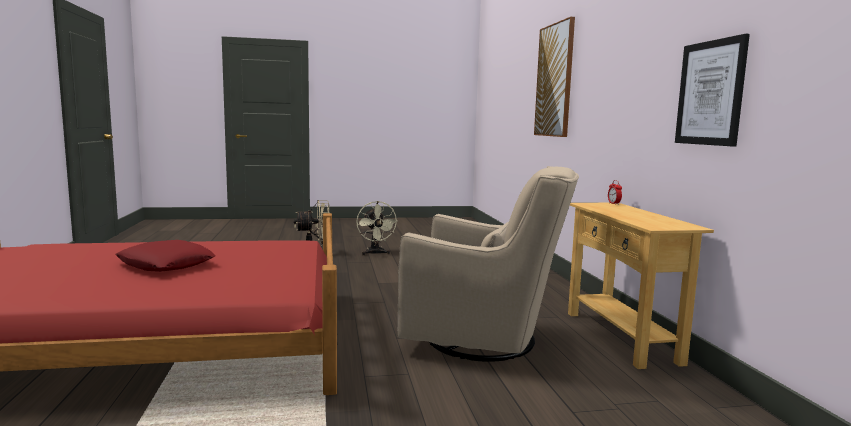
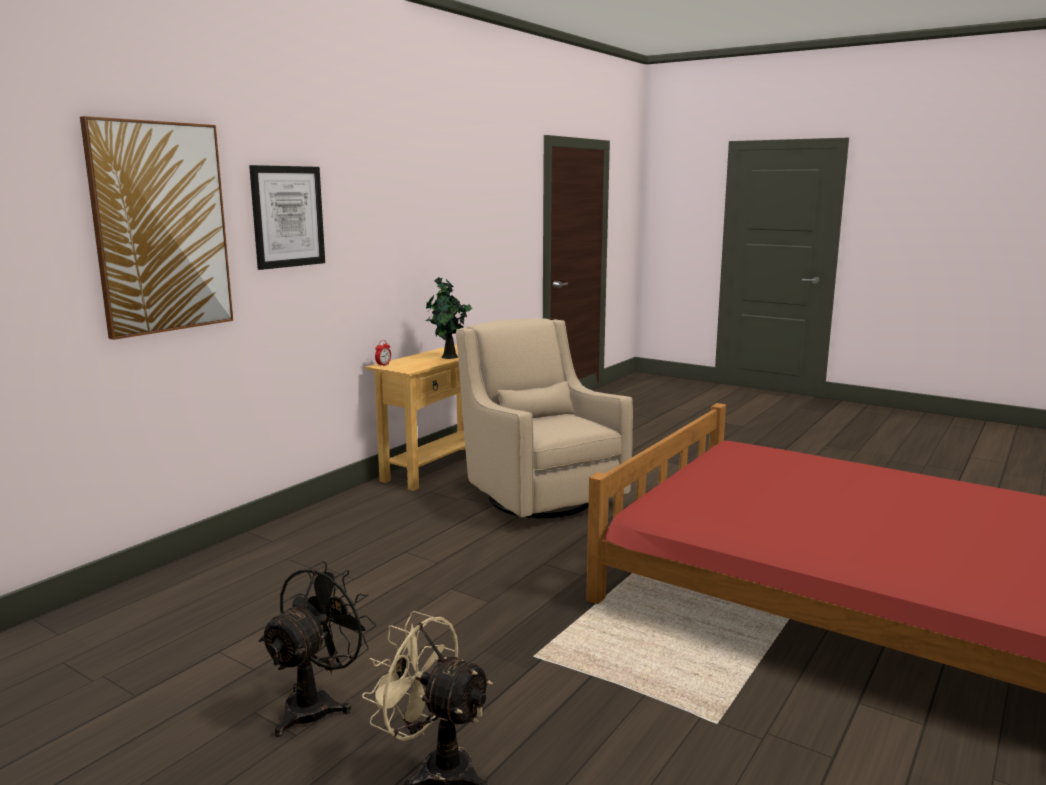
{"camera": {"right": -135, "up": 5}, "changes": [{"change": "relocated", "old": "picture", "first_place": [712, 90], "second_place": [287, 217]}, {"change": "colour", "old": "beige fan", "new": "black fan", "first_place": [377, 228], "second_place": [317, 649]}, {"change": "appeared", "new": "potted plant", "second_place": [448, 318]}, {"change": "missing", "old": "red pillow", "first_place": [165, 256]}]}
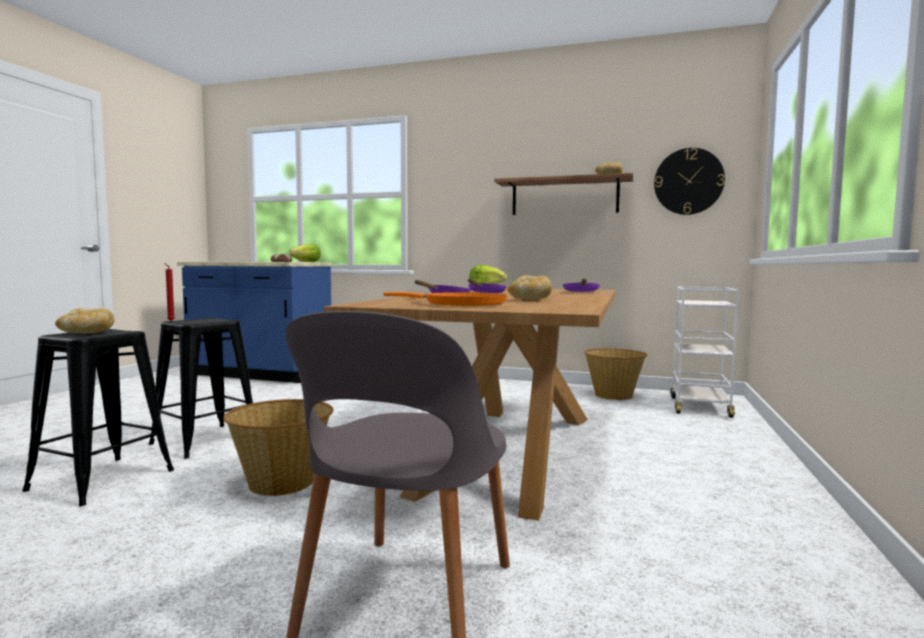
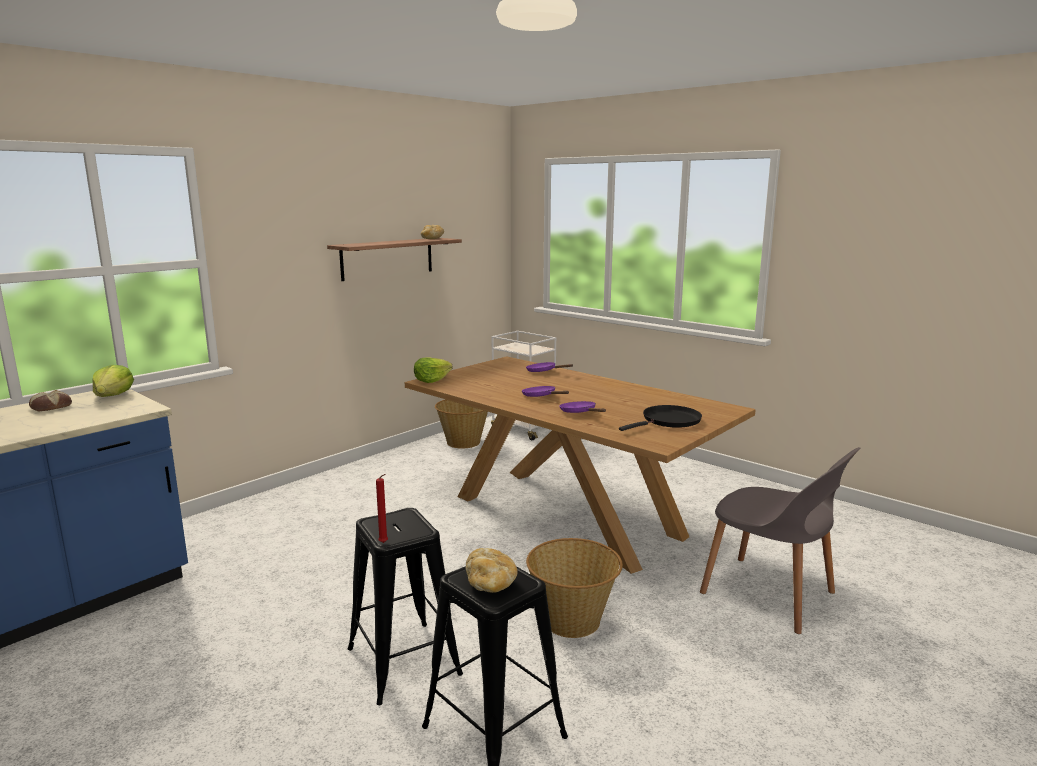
{"camera": {"right": -65, "up": 10}, "changes": [{"change": "colour", "old": "orange frying pan", "new": "black frying pan", "first_place": [445, 299], "second_place": [660, 418]}, {"change": "missing", "old": "bread", "first_place": [529, 287]}, {"change": "missing", "old": "wall clock", "first_place": [689, 181]}]}
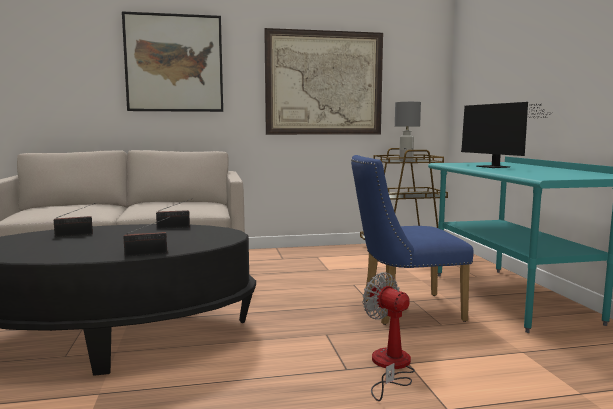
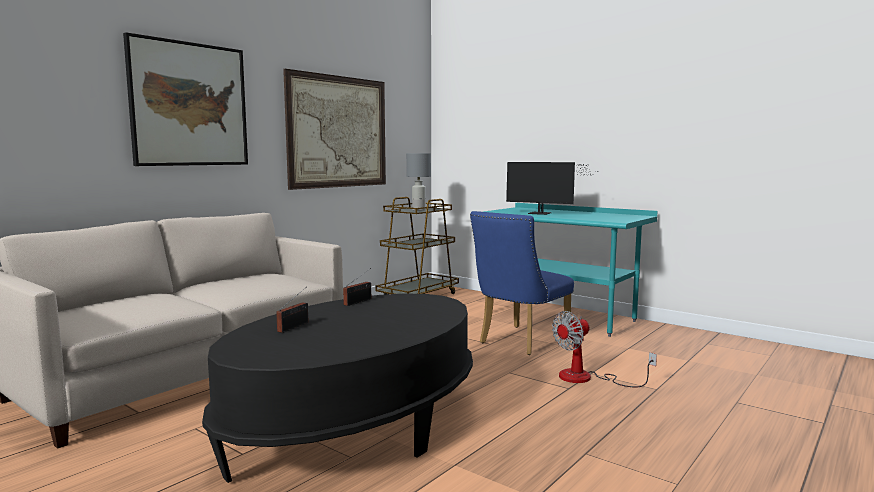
{"camera": {"right": -40, "up": 0}, "changes": [{"change": "spun", "old": "fan", "first_place": [389, 336], "second_place": [604, 349], "degrees": -45}, {"change": "missing", "old": "radio", "first_place": [147, 237]}]}
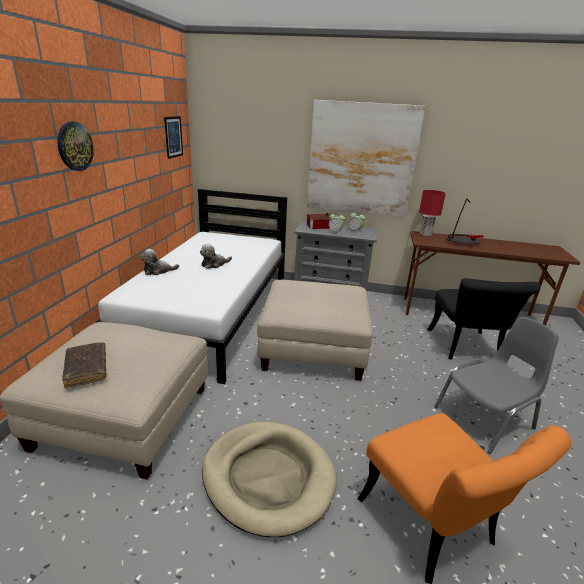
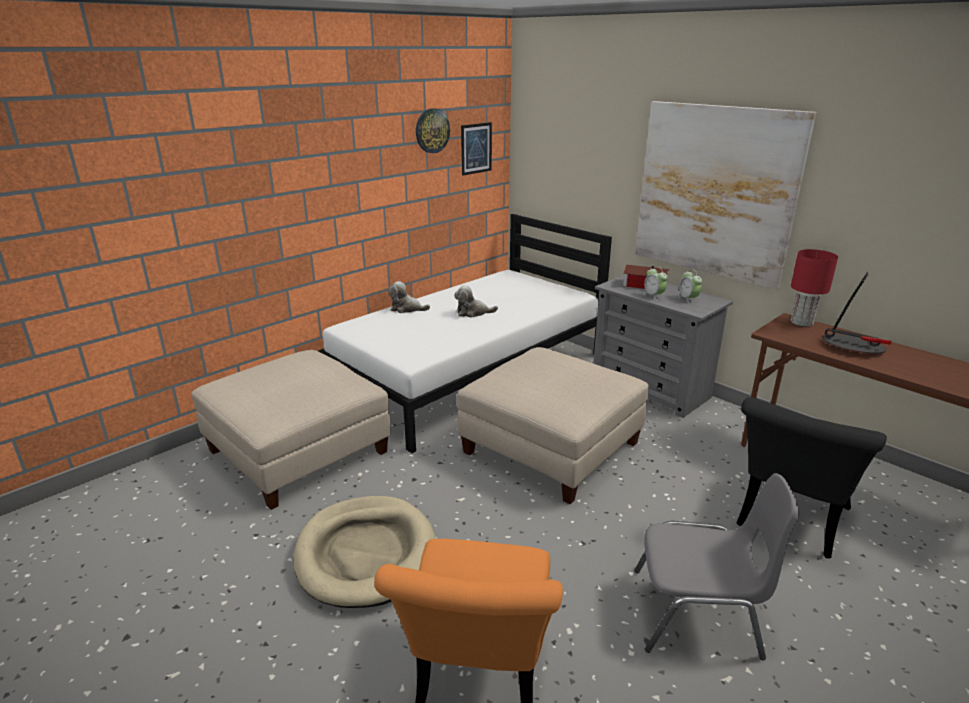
{"camera": {"right": 35, "up": 0}, "changes": [{"change": "relocated", "old": "wall clock", "first_place": [75, 146], "second_place": [433, 130]}, {"change": "missing", "old": "brown book", "first_place": [84, 365]}]}
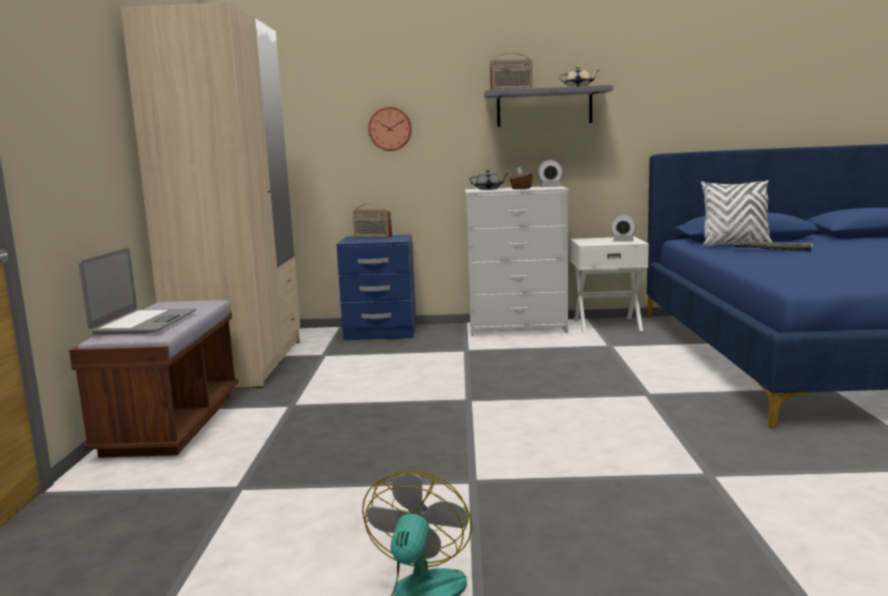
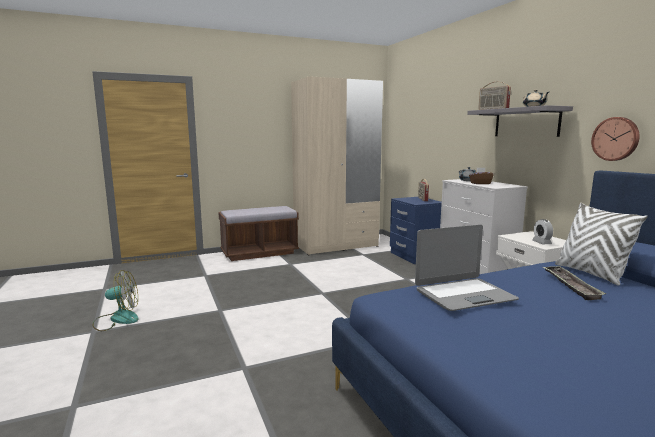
{"camera": {"right": 65, "up": 0}, "changes": [{"change": "relocated", "old": "laptop", "first_place": [137, 291], "second_place": [467, 268]}, {"change": "relocated", "old": "wall clock", "first_place": [390, 129], "second_place": [615, 139]}, {"change": "missing", "old": "alarm clock", "first_place": [550, 173]}]}
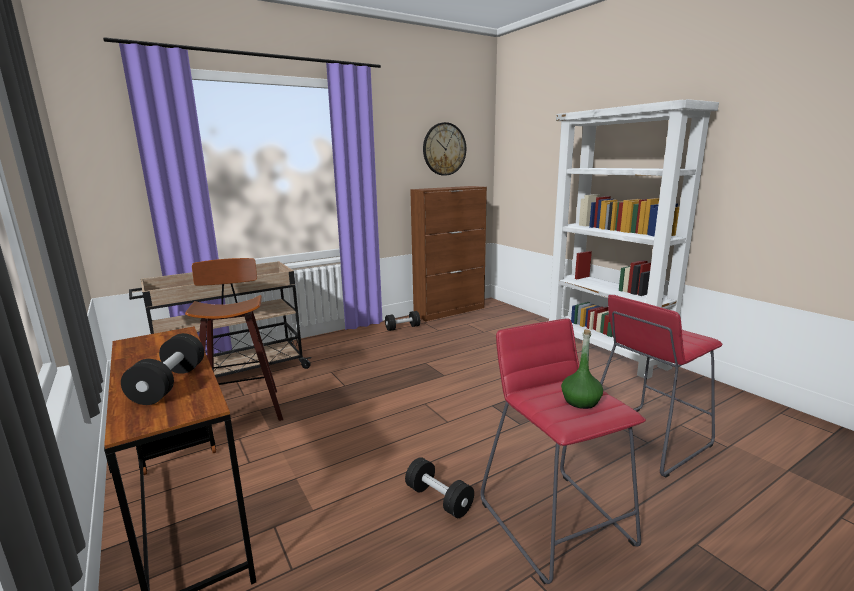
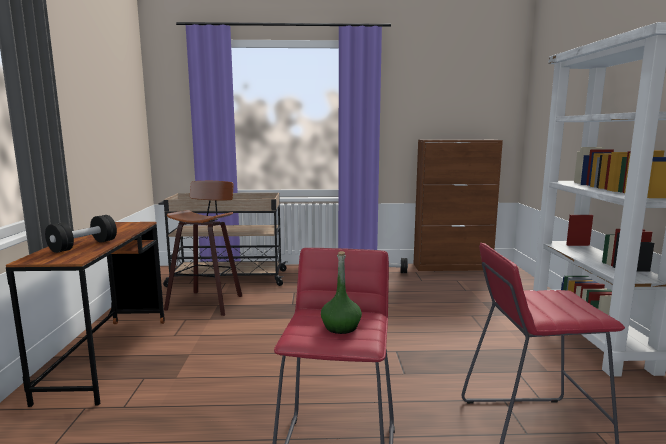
{"camera": {"right": 30, "up": -5}, "changes": [{"change": "missing", "old": "black dumbbell", "first_place": [439, 487]}, {"change": "missing", "old": "wall clock", "first_place": [444, 149]}]}
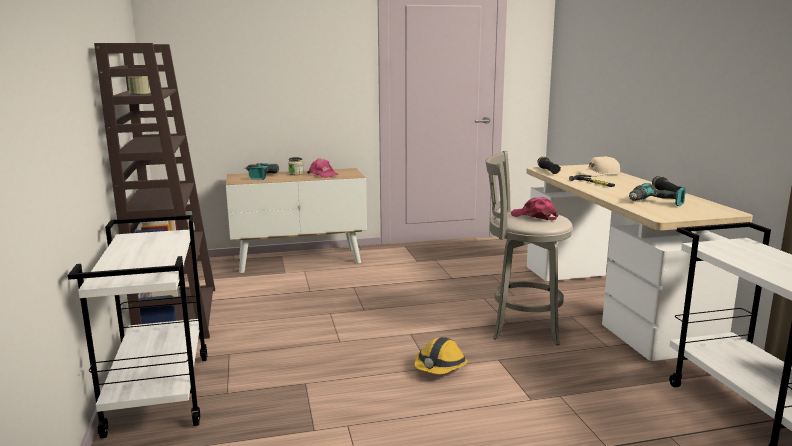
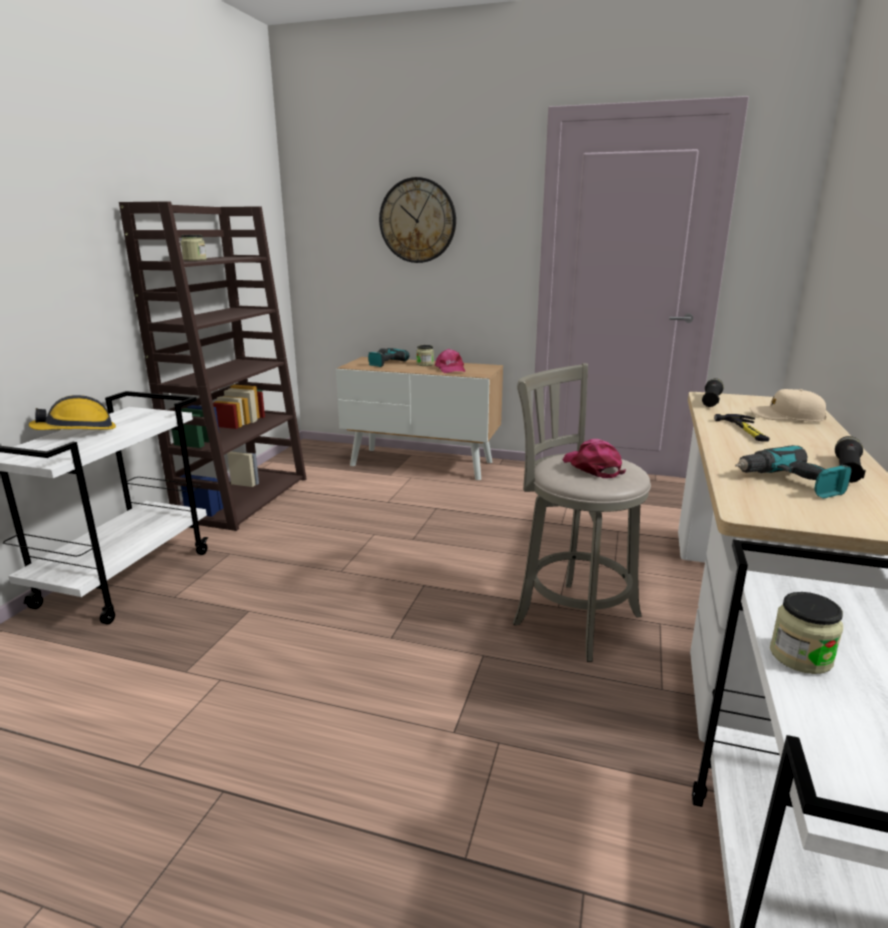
{"camera": {"right": 30, "up": 5}, "changes": [{"change": "relocated", "old": "hard hat", "first_place": [441, 355], "second_place": [72, 412]}, {"change": "appeared", "new": "wall clock", "second_place": [417, 220]}, {"change": "appeared", "new": "jar", "second_place": [806, 633]}]}
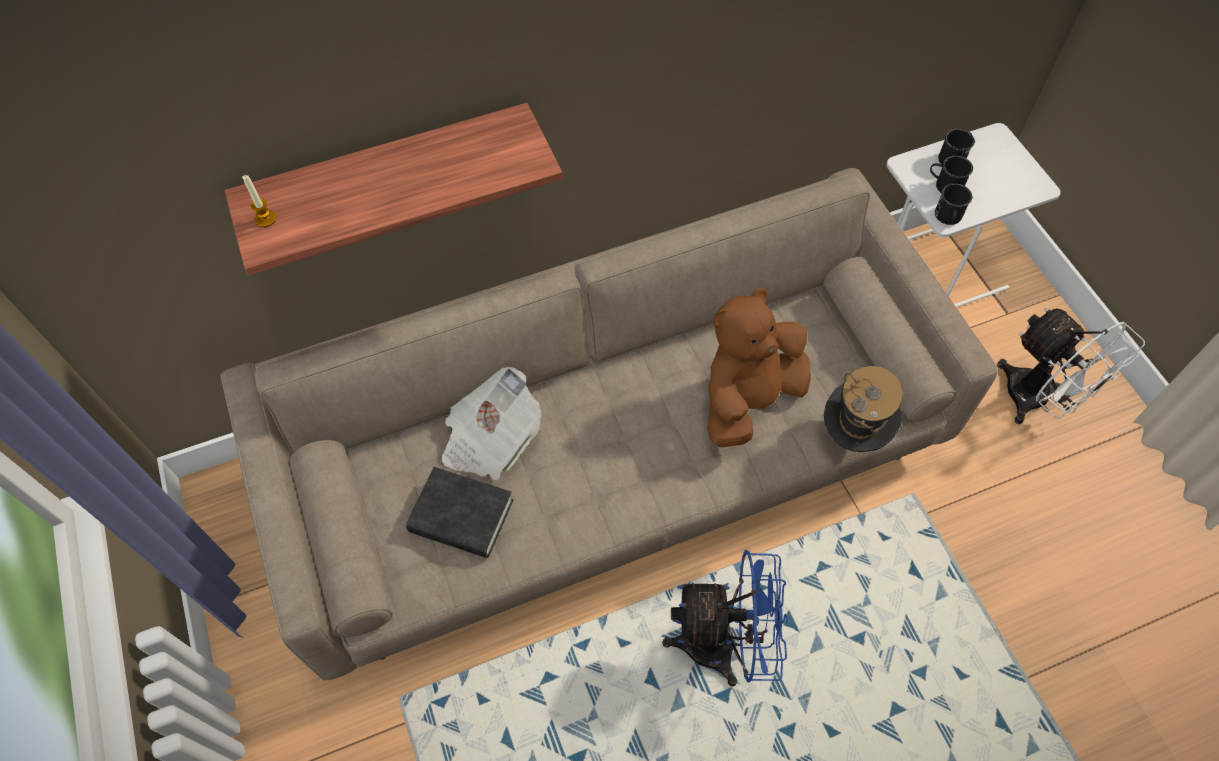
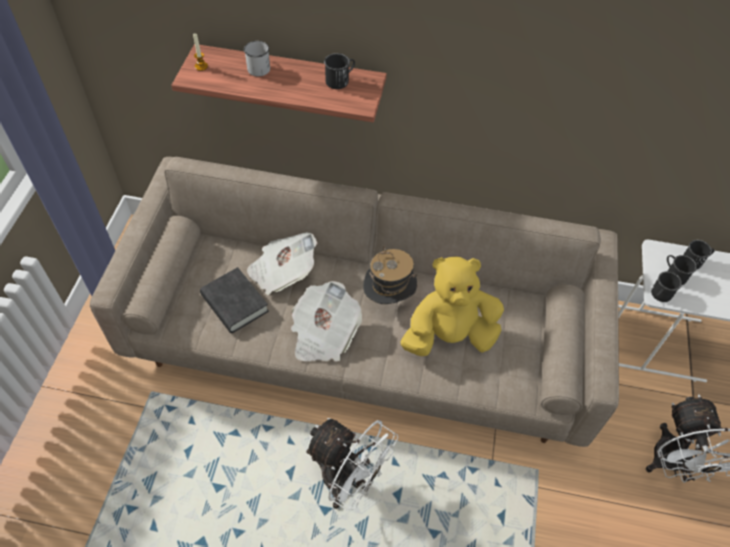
{"camera": {"right": 30, "up": -5}, "changes": [{"change": "appeared", "new": "white mug", "second_place": [257, 58]}, {"change": "appeared", "new": "newspaper", "second_place": [326, 321]}, {"change": "colour", "old": "blue fan", "new": "white fan", "first_place": [725, 618], "second_place": [351, 464]}, {"change": "appeared", "new": "black mug", "second_place": [339, 71]}, {"change": "relocated", "old": "hat", "first_place": [863, 409], "second_place": [390, 275]}, {"change": "colour", "old": "brown plush toy", "new": "yellow plush toy", "first_place": [759, 368], "second_place": [452, 306]}]}
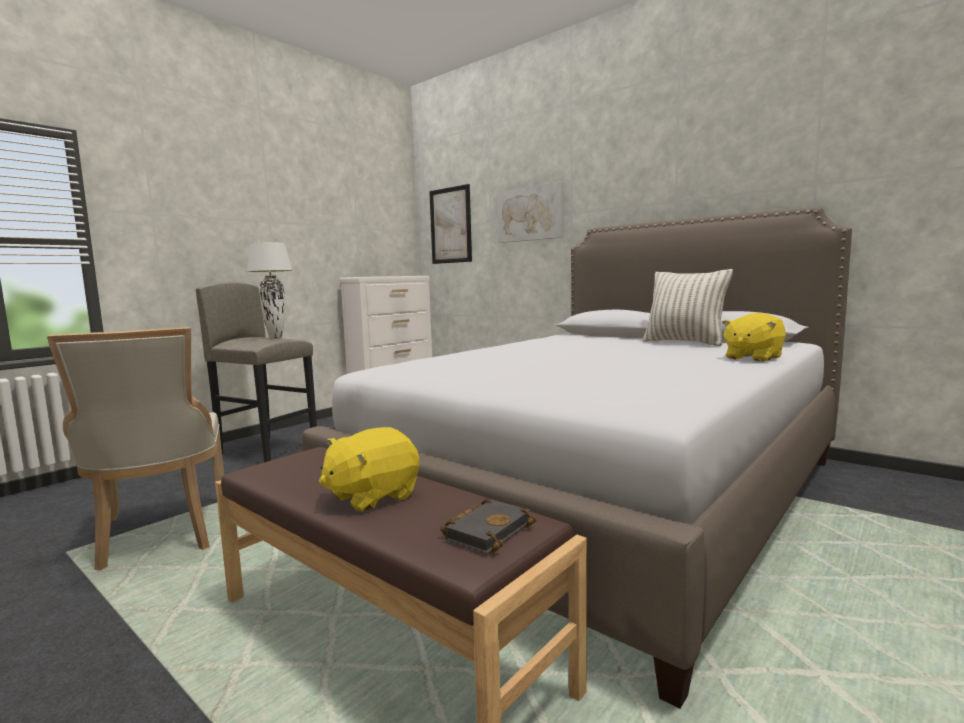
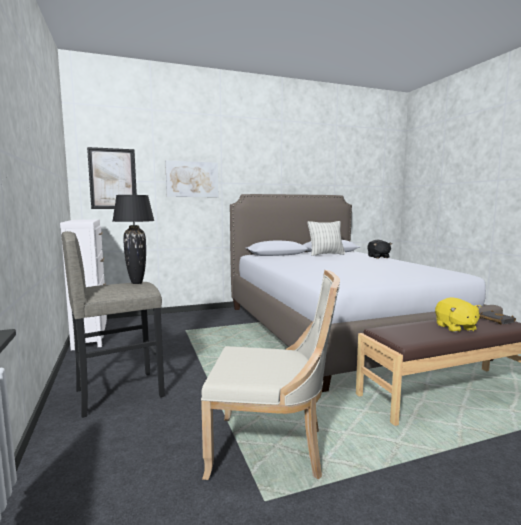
{"camera": {"right": -60, "up": 0}, "changes": [{"change": "colour", "old": "white table lamp", "new": "black table lamp", "first_place": [270, 290], "second_place": [134, 239]}, {"change": "colour", "old": "yellow plush toy", "new": "black plush toy", "first_place": [754, 337], "second_place": [379, 249]}]}
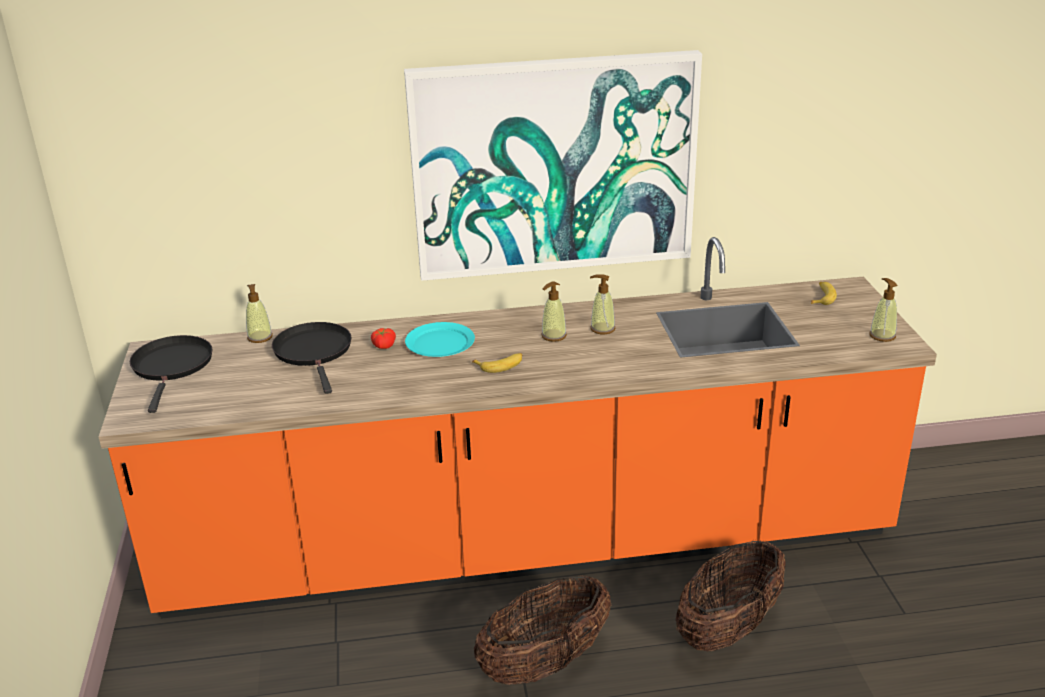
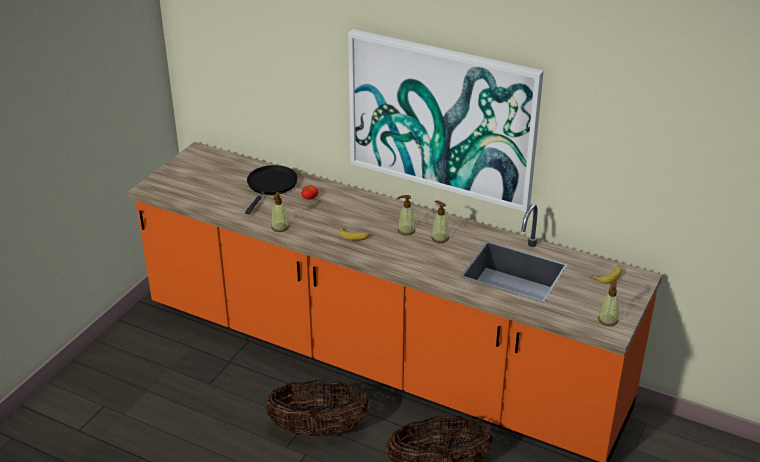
{"camera": {"right": 35, "up": 5}, "changes": [{"change": "relocated", "old": "soap dispenser", "first_place": [259, 313], "second_place": [280, 212]}, {"change": "missing", "old": "black frying pan", "first_place": [171, 374]}, {"change": "missing", "old": "turquoise plate", "first_place": [440, 339]}]}
